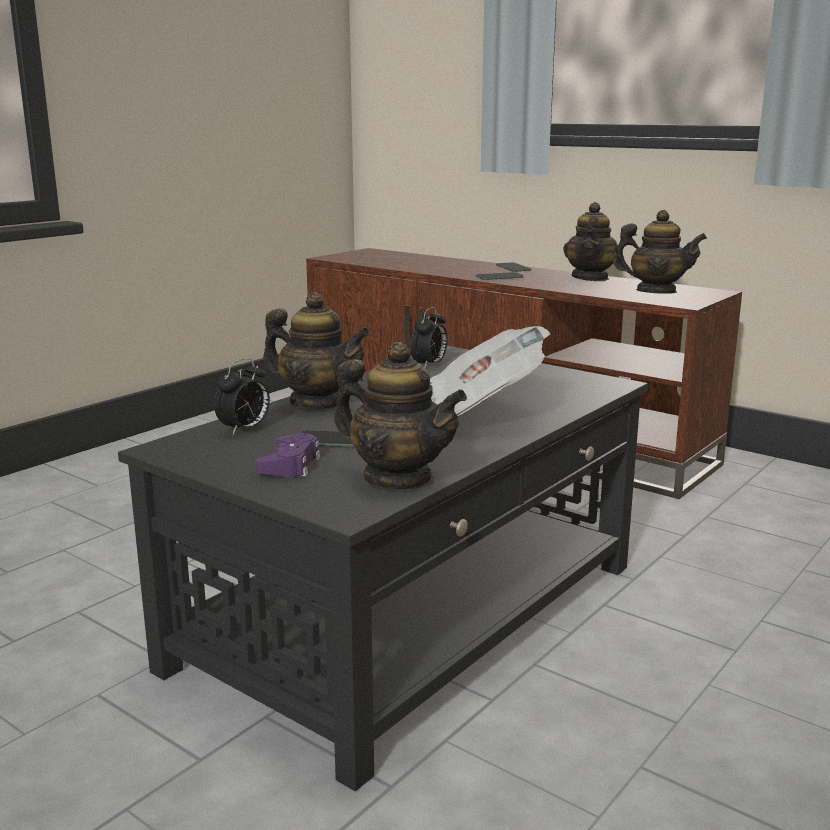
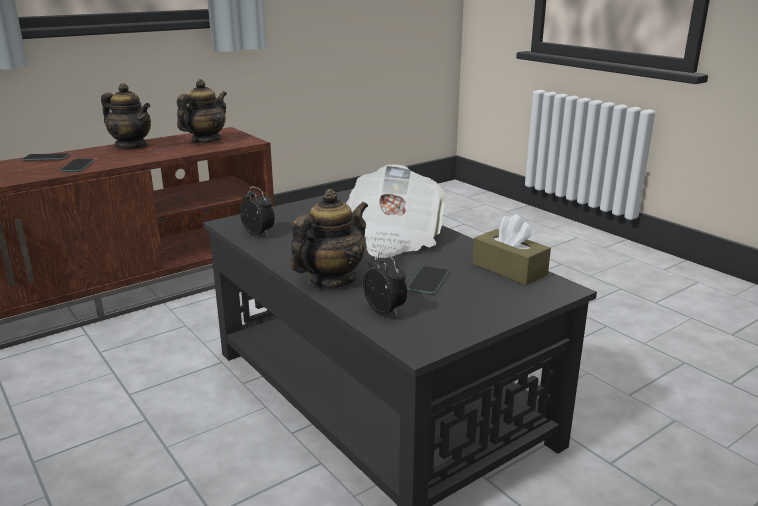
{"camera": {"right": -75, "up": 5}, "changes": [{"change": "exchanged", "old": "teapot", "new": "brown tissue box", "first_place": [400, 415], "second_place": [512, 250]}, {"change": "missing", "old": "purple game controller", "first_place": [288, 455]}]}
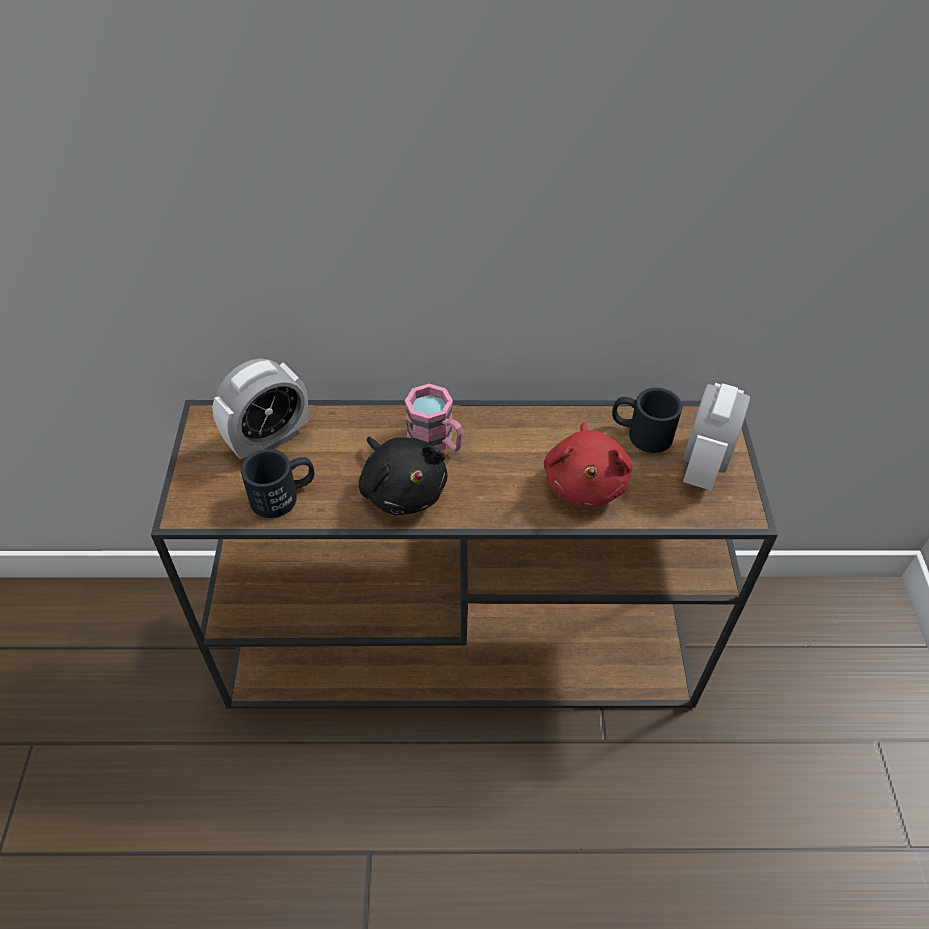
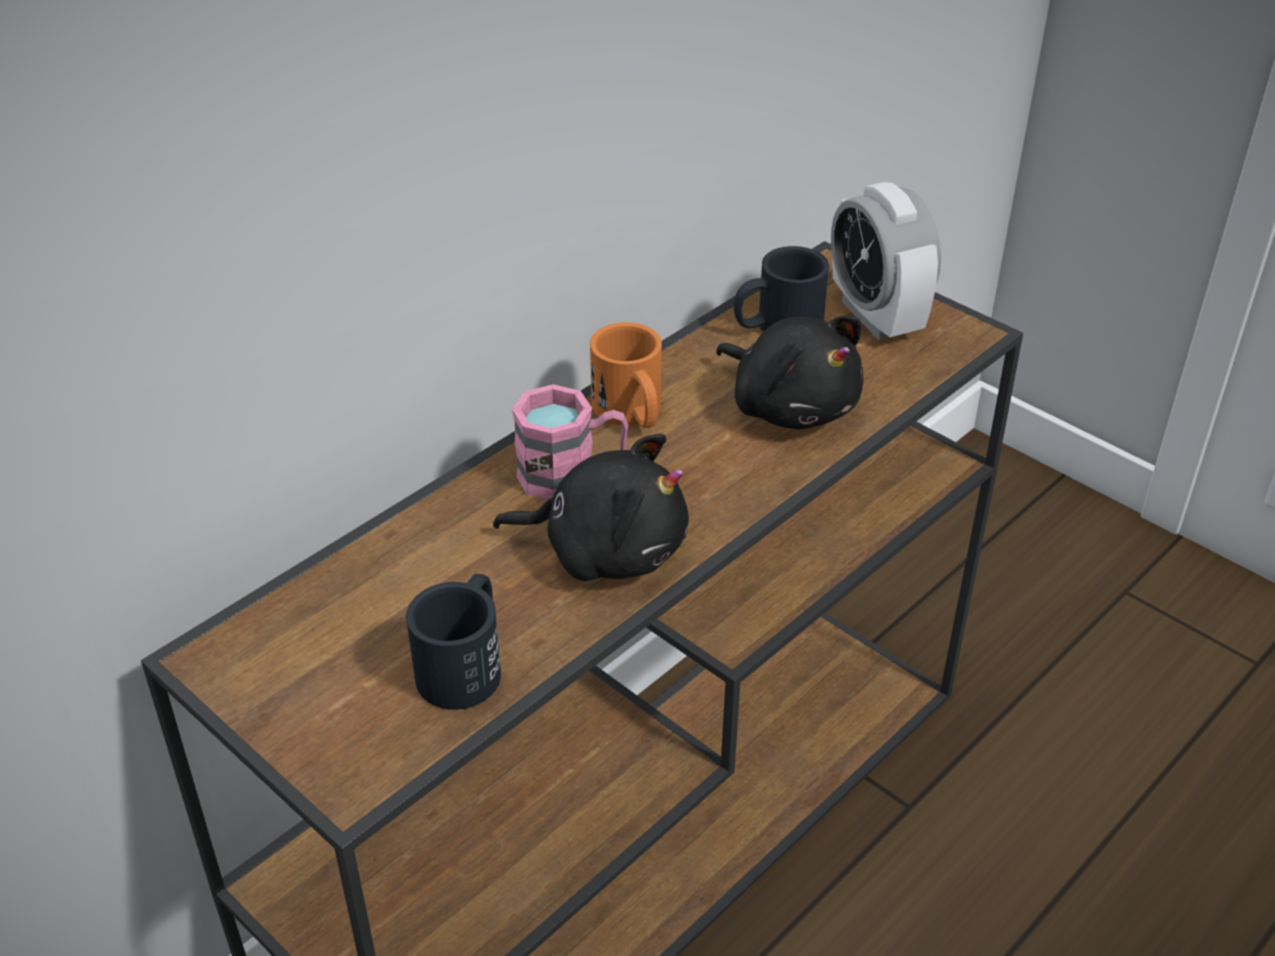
{"camera": {"right": -45, "up": -10}, "changes": [{"change": "appeared", "new": "orange mug", "second_place": [626, 375]}, {"change": "colour", "old": "red plush toy", "new": "black plush toy", "first_place": [588, 465], "second_place": [790, 372]}, {"change": "missing", "old": "alarm clock", "first_place": [260, 408]}]}
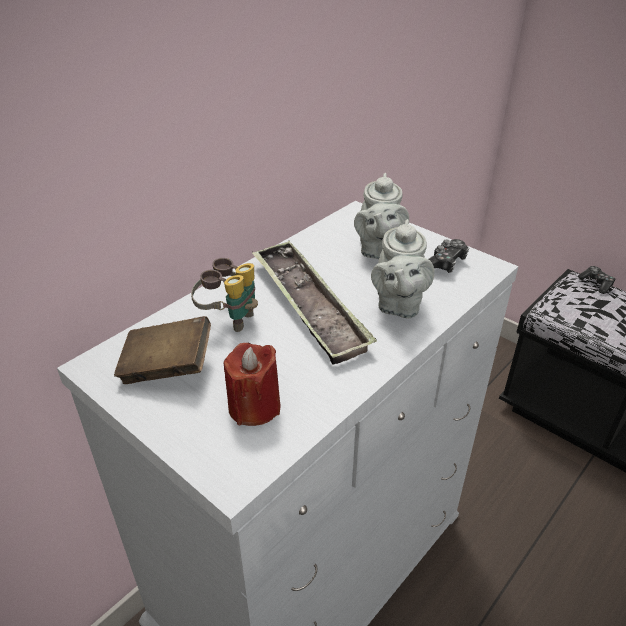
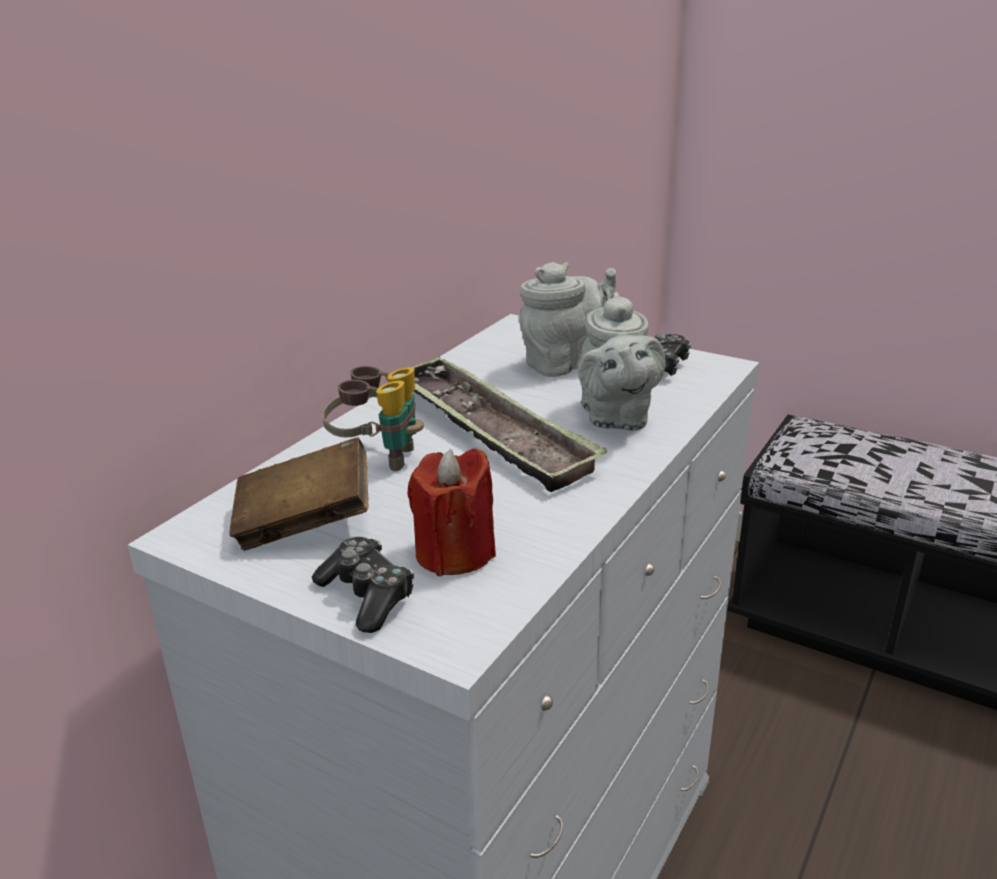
{"camera": {"right": -10, "up": -10}, "changes": [{"change": "relocated", "old": "game controller", "first_place": [597, 280], "second_place": [363, 585]}, {"change": "spun", "old": "grey teapot", "first_place": [381, 216], "second_place": [567, 319], "degrees": -120}]}
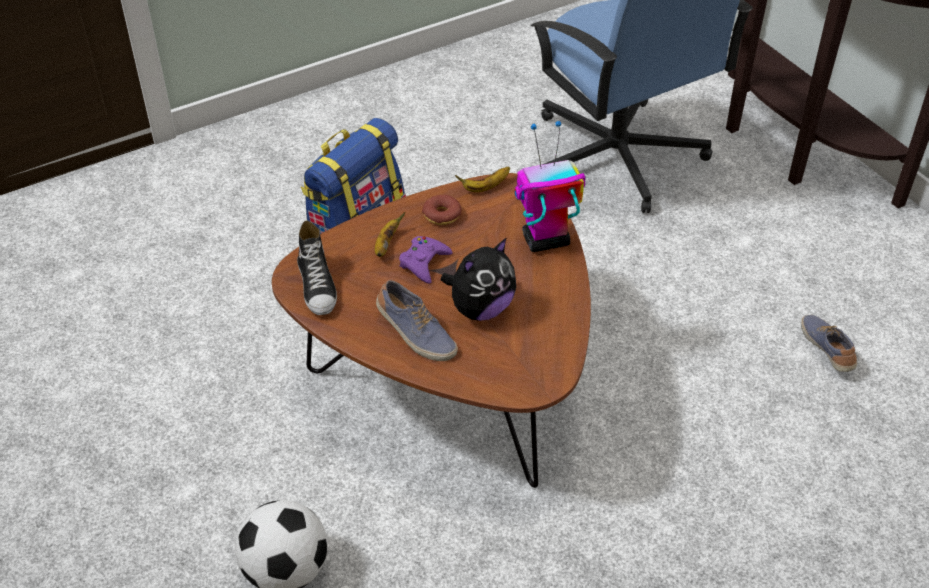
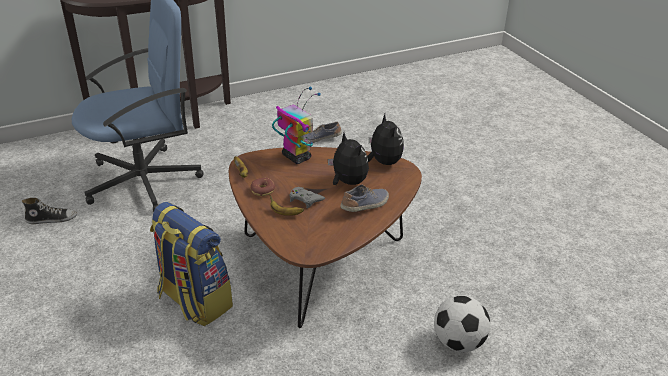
{"camera": {"right": -85, "up": -10}, "changes": [{"change": "relocated", "old": "shoe", "first_place": [317, 268], "second_place": [49, 211]}, {"change": "spun", "old": "toy robot", "first_place": [550, 186], "second_place": [296, 125], "degrees": 150}, {"change": "colour", "old": "purple game controller", "new": "grey game controller", "first_place": [426, 260], "second_place": [307, 197]}, {"change": "appeared", "new": "plush toy", "second_place": [385, 139]}]}
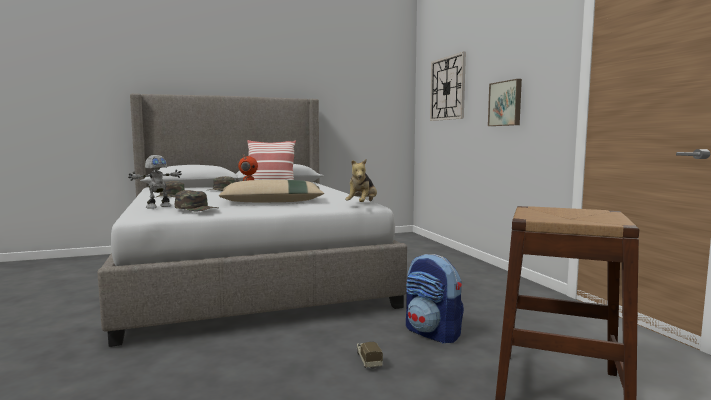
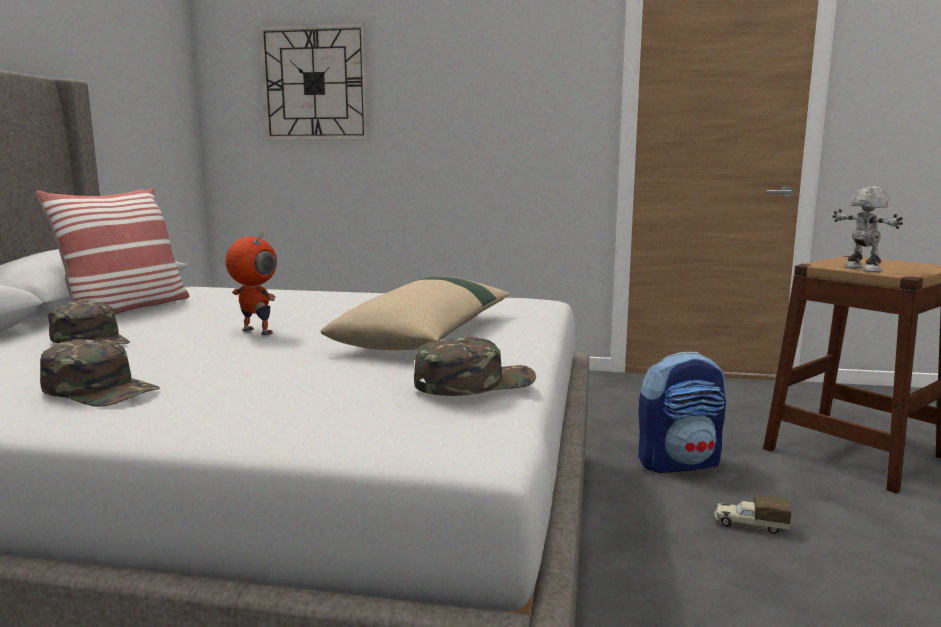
{"camera": {"right": -60, "up": 5}, "changes": [{"change": "relocated", "old": "toy robot", "first_place": [155, 182], "second_place": [867, 229]}, {"change": "missing", "old": "plush toy", "first_place": [361, 180]}, {"change": "missing", "old": "picture", "first_place": [505, 102]}]}
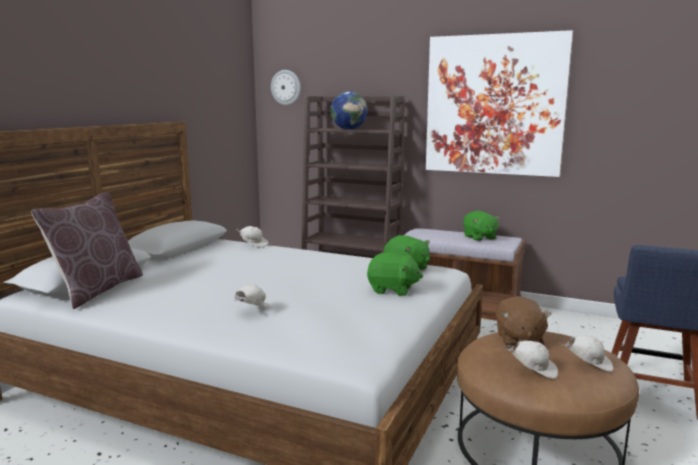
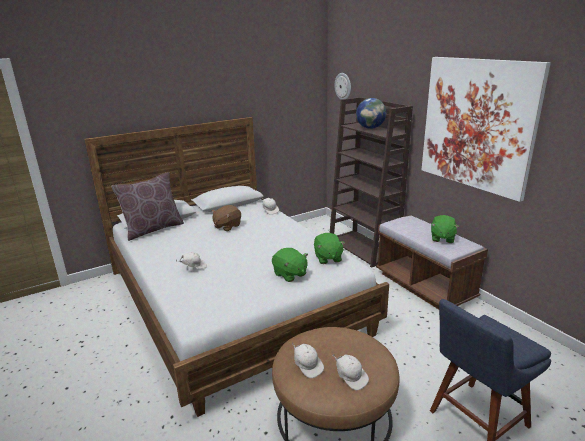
{"camera": {"right": 35, "up": 10}, "changes": [{"change": "relocated", "old": "brown plush toy", "first_place": [524, 321], "second_place": [226, 218]}]}
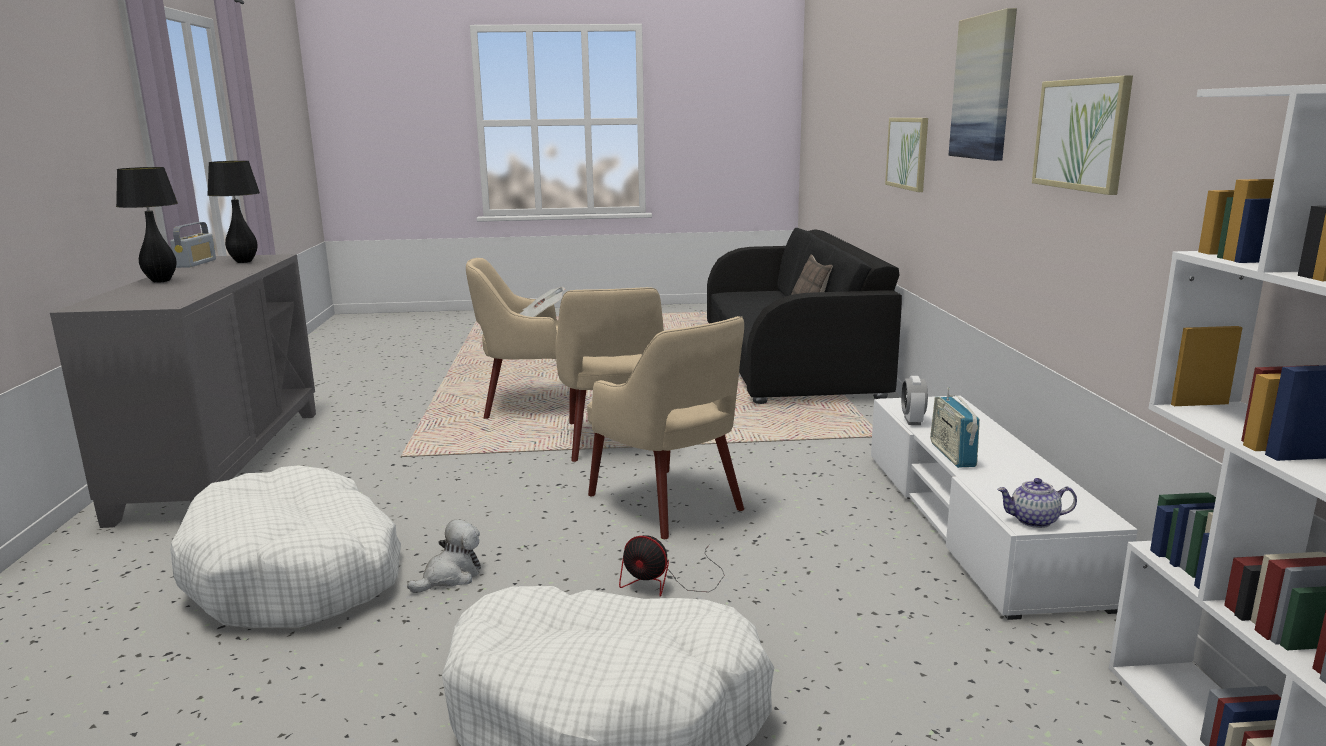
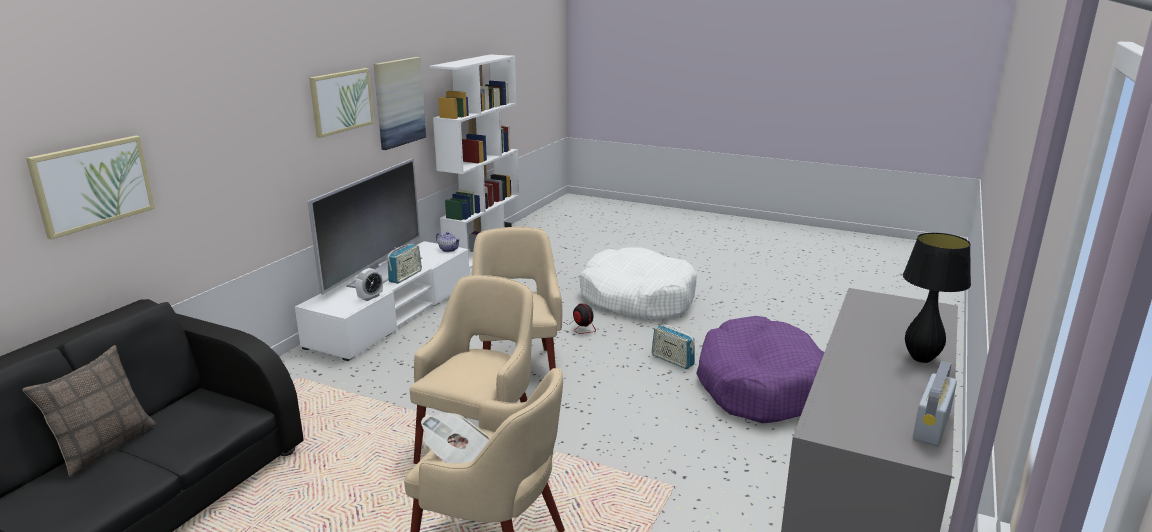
{"camera": {"right": -150, "up": 5}, "changes": [{"change": "appeared", "new": "television", "second_place": [365, 226]}, {"change": "relocated", "old": "picture", "first_place": [982, 84], "second_place": [400, 103]}, {"change": "exchanged", "old": "plush toy", "new": "radio", "first_place": [444, 556], "second_place": [673, 345]}, {"change": "colour", "old": "white dog bed", "new": "purple dog bed", "first_place": [285, 546], "second_place": [760, 370]}, {"change": "missing", "old": "black table lamp", "first_place": [233, 212]}]}
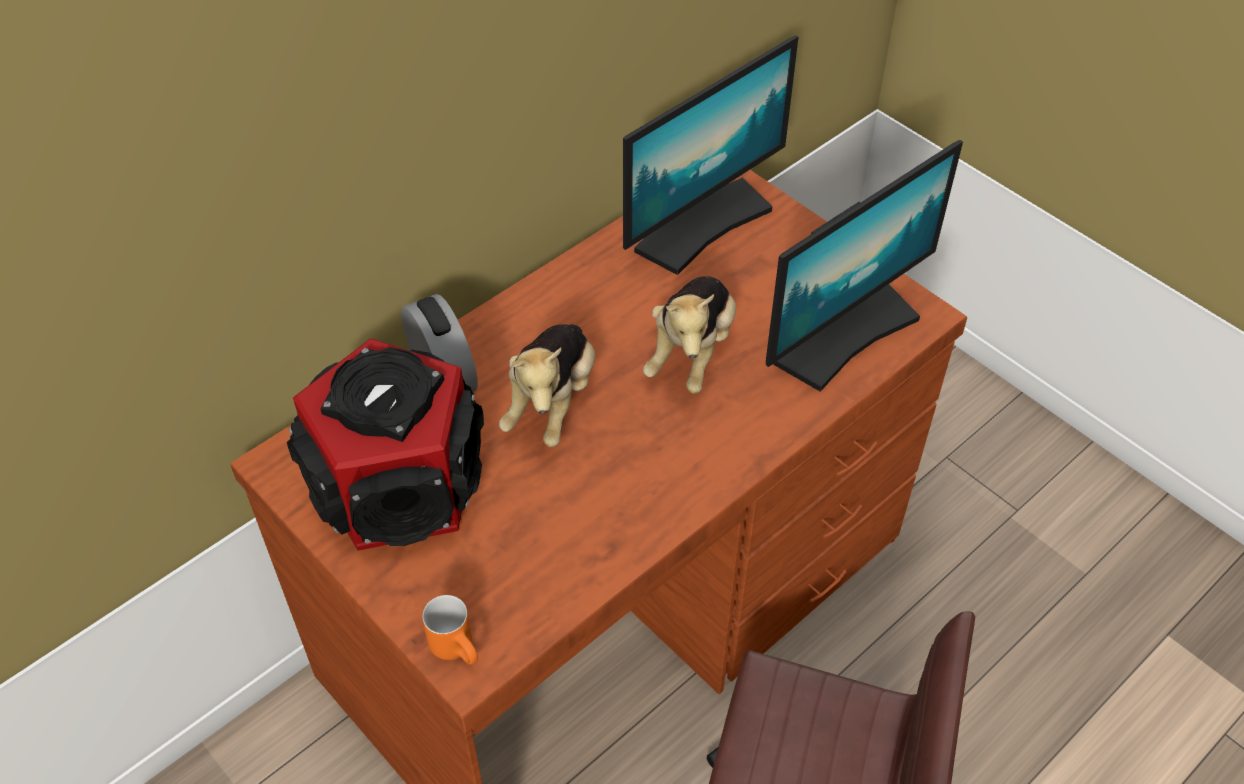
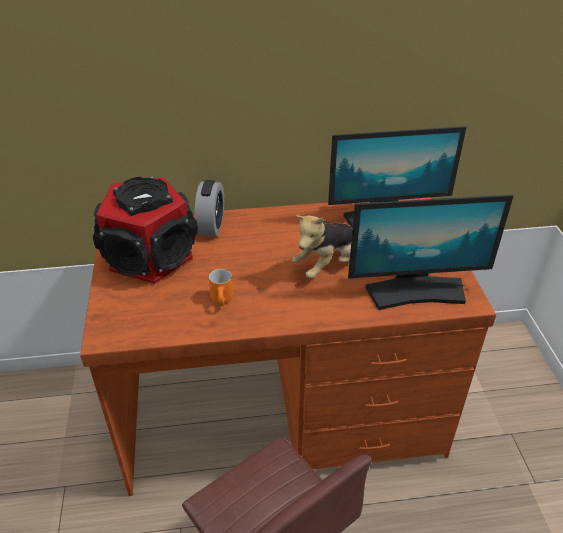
{"camera": {"right": 35, "up": -10}, "changes": [{"change": "relocated", "old": "orange mug", "first_place": [450, 630], "second_place": [221, 287]}, {"change": "missing", "old": "plush toy", "first_place": [547, 385]}]}
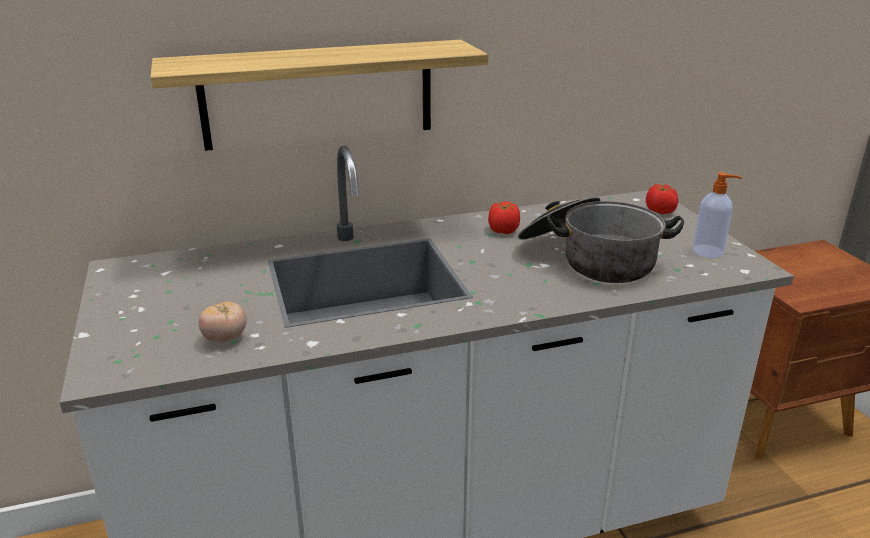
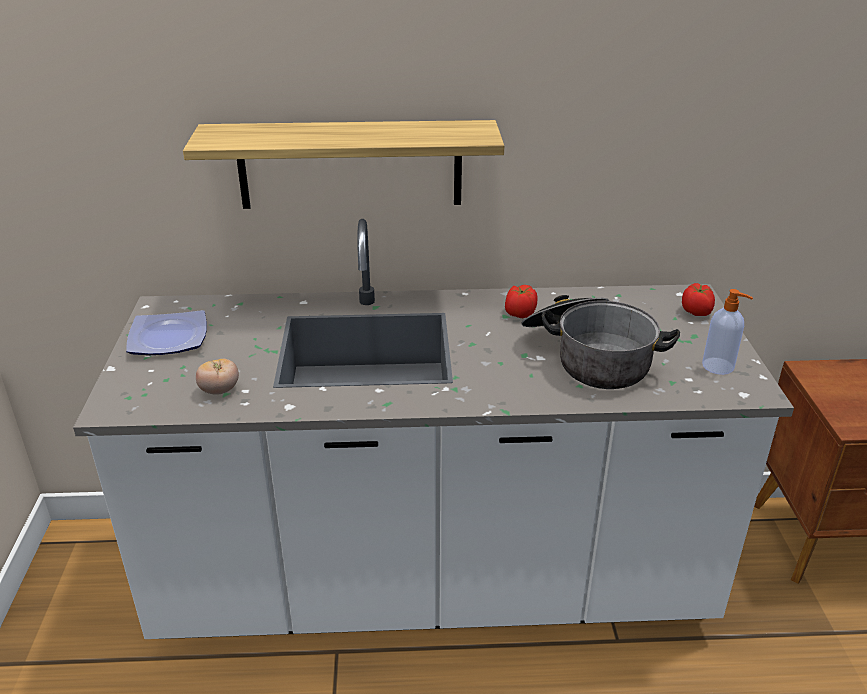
{"camera": {"right": 15, "up": 5}, "changes": [{"change": "appeared", "new": "plate", "second_place": [166, 332]}]}
